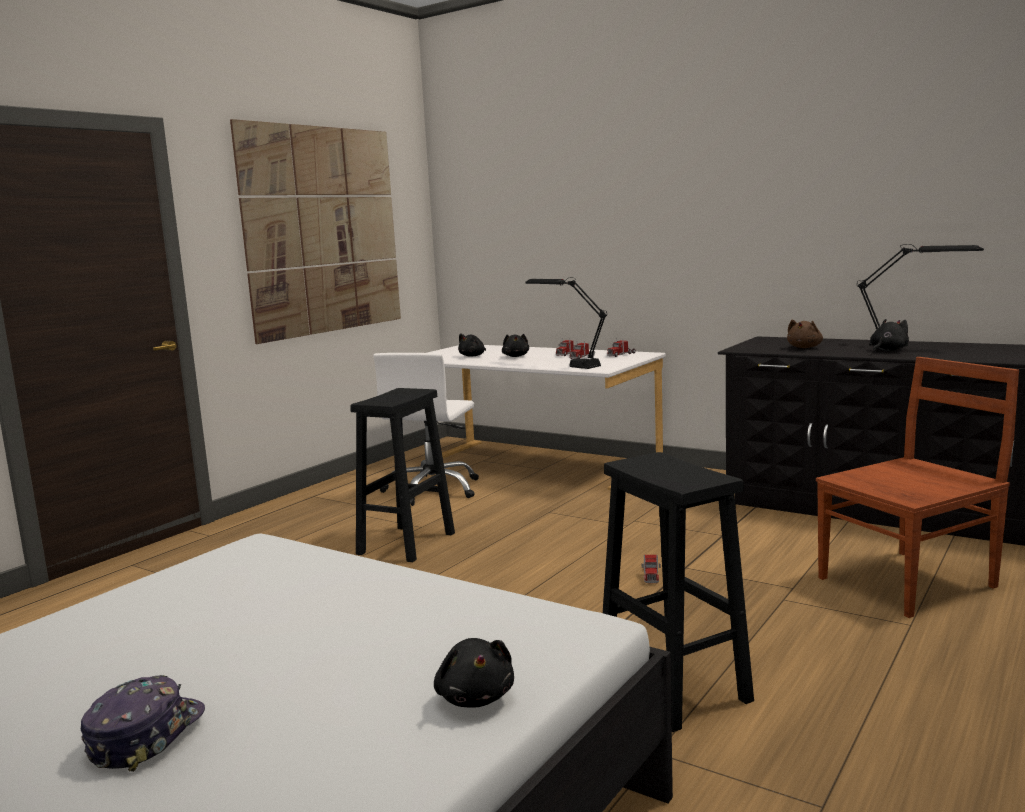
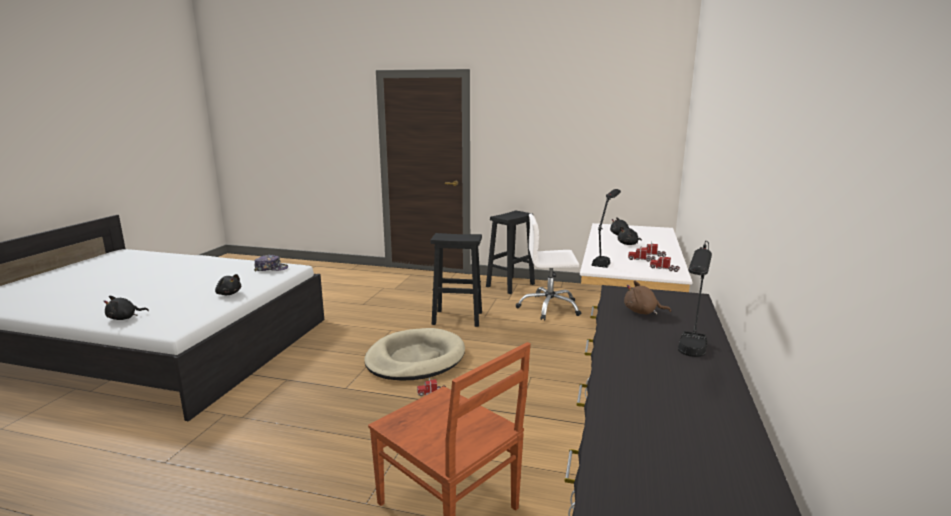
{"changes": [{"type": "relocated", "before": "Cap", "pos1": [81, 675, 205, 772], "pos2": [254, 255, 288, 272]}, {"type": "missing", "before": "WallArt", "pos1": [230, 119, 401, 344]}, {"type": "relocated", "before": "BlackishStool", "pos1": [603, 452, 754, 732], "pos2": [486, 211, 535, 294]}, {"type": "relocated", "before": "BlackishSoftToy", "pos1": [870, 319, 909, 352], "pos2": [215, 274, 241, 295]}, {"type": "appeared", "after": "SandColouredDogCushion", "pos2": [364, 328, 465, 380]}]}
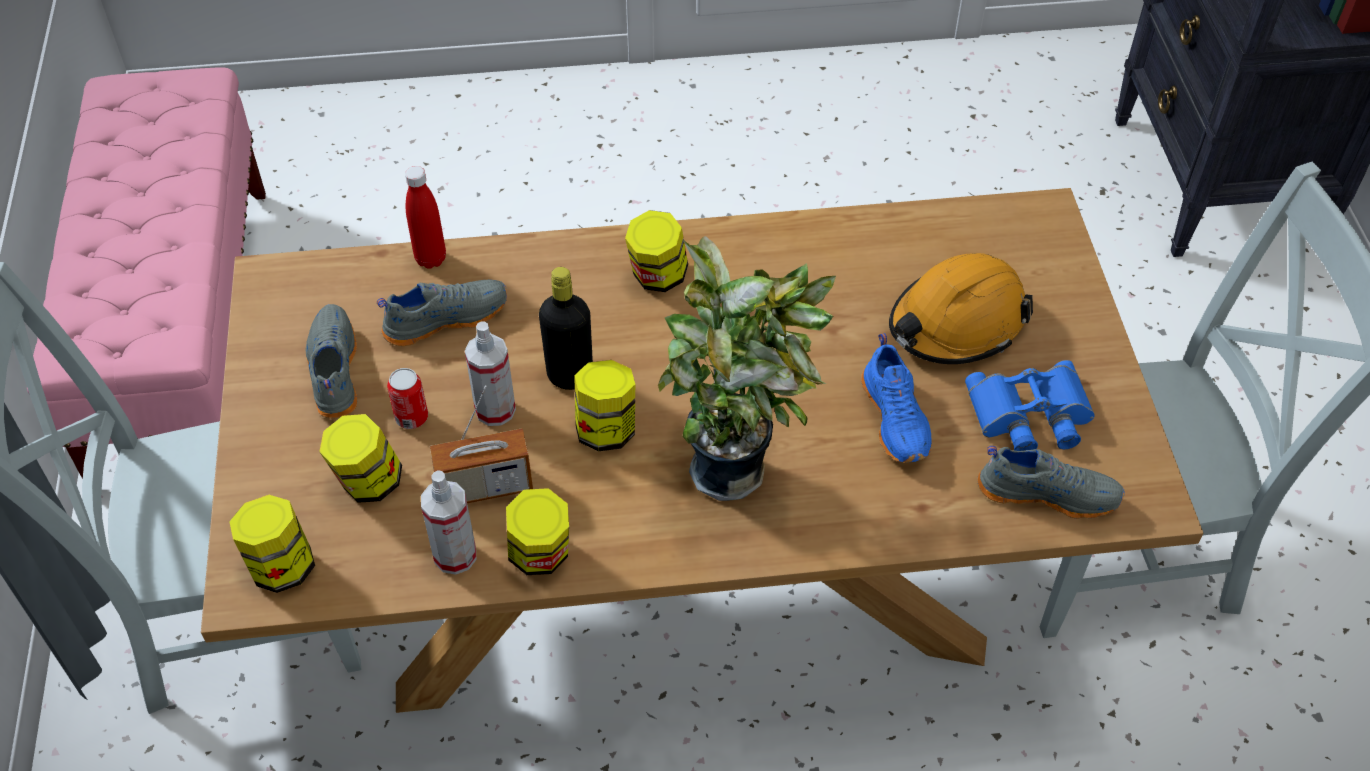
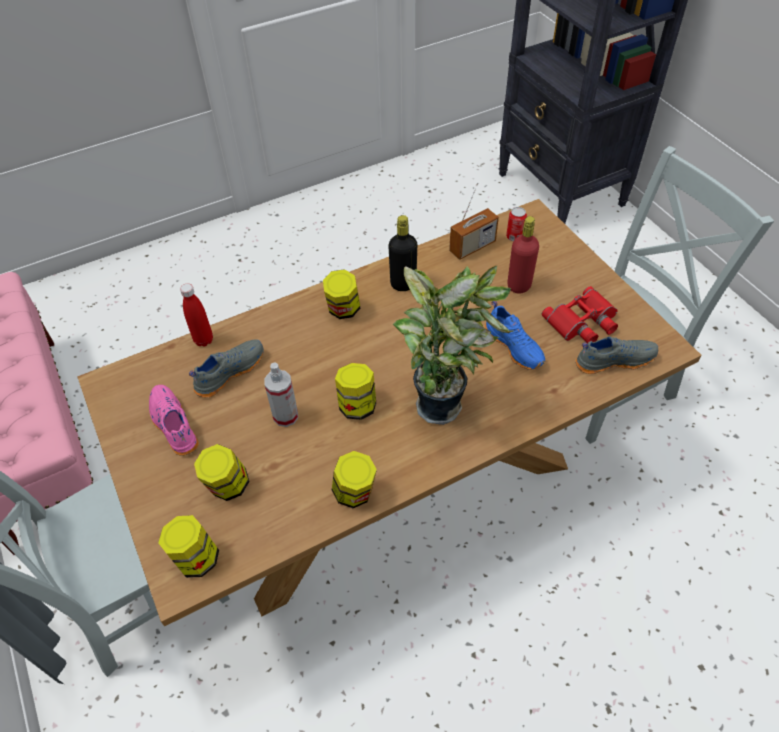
{"changes": [{"type": "colour", "before": "GrayItemOfFootwear", "after": "PinkItemOfFootwear", "pos1": [305, 304, 357, 419], "pos2": [149, 385, 199, 456]}, {"type": "relocated", "before": "MetalCan", "pos1": [387, 368, 428, 429], "pos2": [506, 207, 527, 241]}, {"type": "missing", "before": "SprayBottle", "pos1": [421, 470, 476, 575]}, {"type": "relocated", "before": "Radio", "pos1": [430, 385, 533, 503], "pos2": [449, 183, 499, 260]}, {"type": "relocated", "before": "BlackishDrinkBottle", "pos1": [539, 267, 593, 390], "pos2": [389, 215, 417, 291]}, {"type": "exchanged", "before": "OrangeyHardHat", "after": "ReddishDrinkBottle", "pos1": [889, 253, 1033, 364], "pos2": [507, 216, 539, 294]}, {"type": "colour", "before": "BluishFieldGlasses", "after": "ReddishFieldGlasses", "pos1": [965, 360, 1095, 451], "pos2": [542, 286, 618, 343]}]}
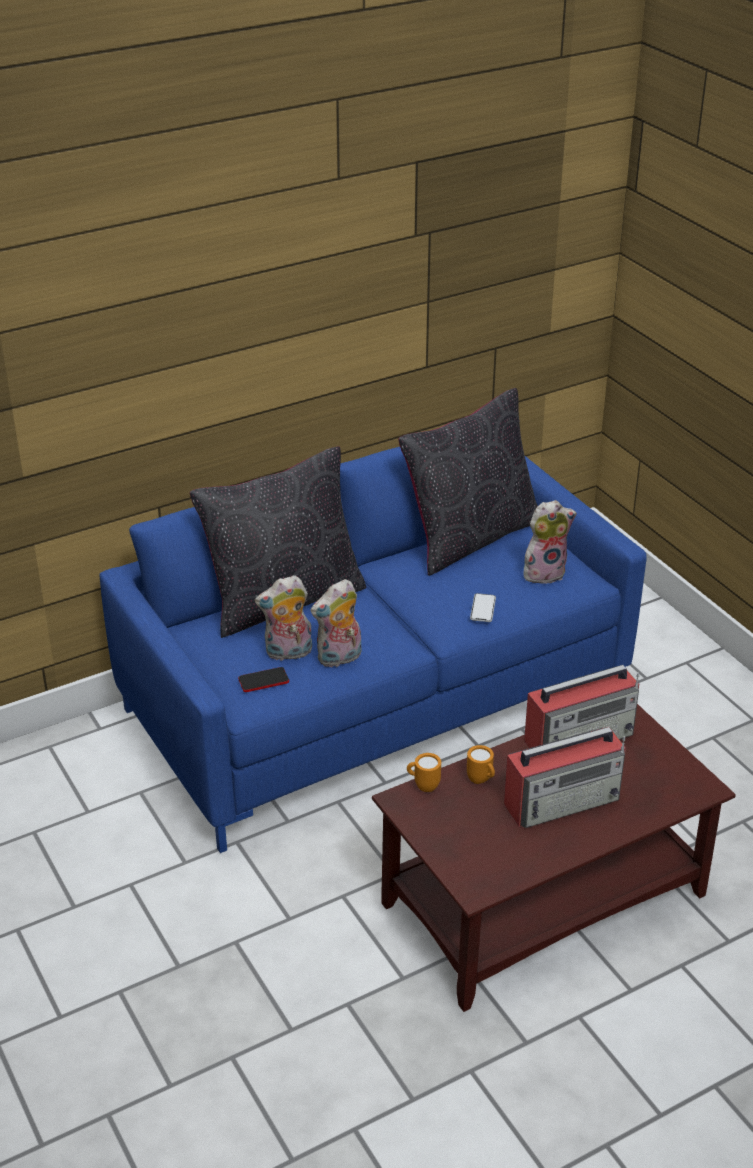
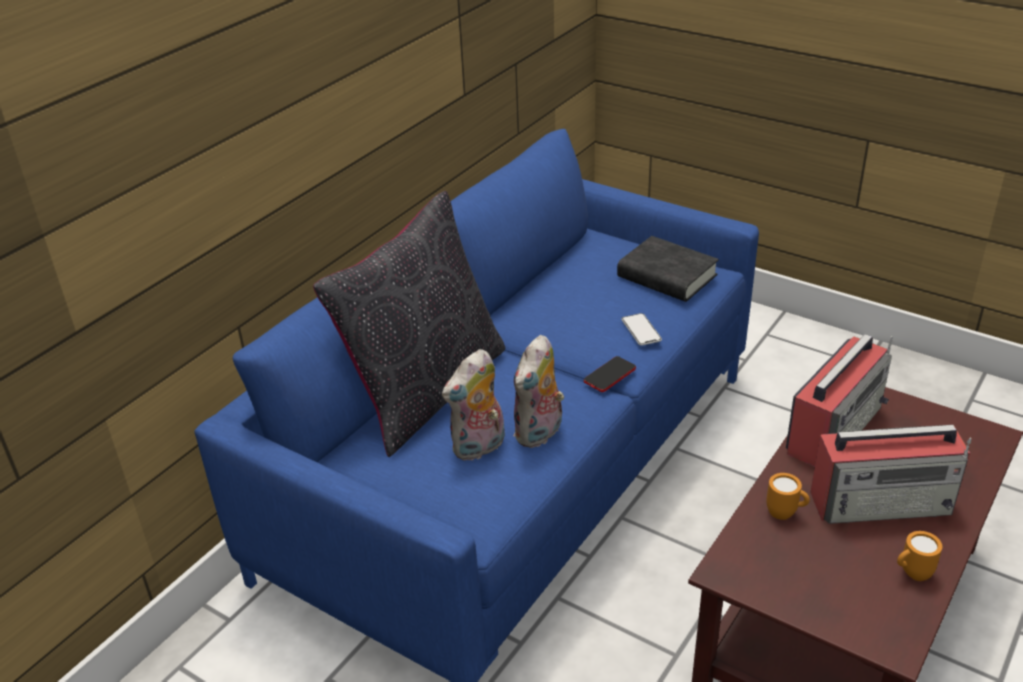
{"changes": [{"type": "relocated", "before": "Handset", "pos1": [238, 667, 289, 692], "pos2": [584, 356, 636, 392]}, {"type": "missing", "before": "BlackishPillow", "pos1": [398, 388, 538, 576]}, {"type": "relocated", "before": "OrangeyMug", "pos1": [407, 753, 441, 792], "pos2": [897, 531, 942, 581]}, {"type": "spun", "before": "Radio", "pos1": [504, 727, 626, 828], "pos2": [810, 425, 971, 524], "turn": 45}, {"type": "exchanged", "before": "SoftToy", "after": "BlackishVolume", "pos1": [524, 500, 577, 584], "pos2": [617, 236, 719, 302]}]}
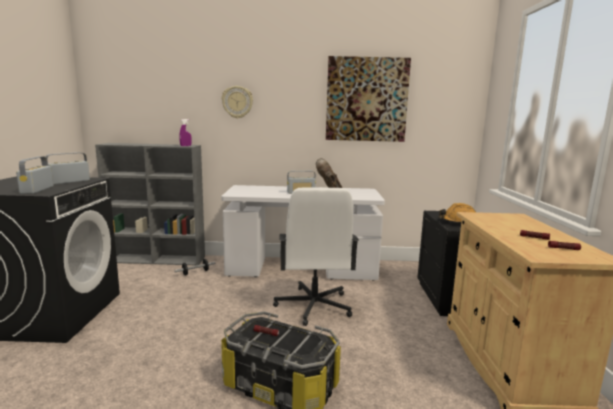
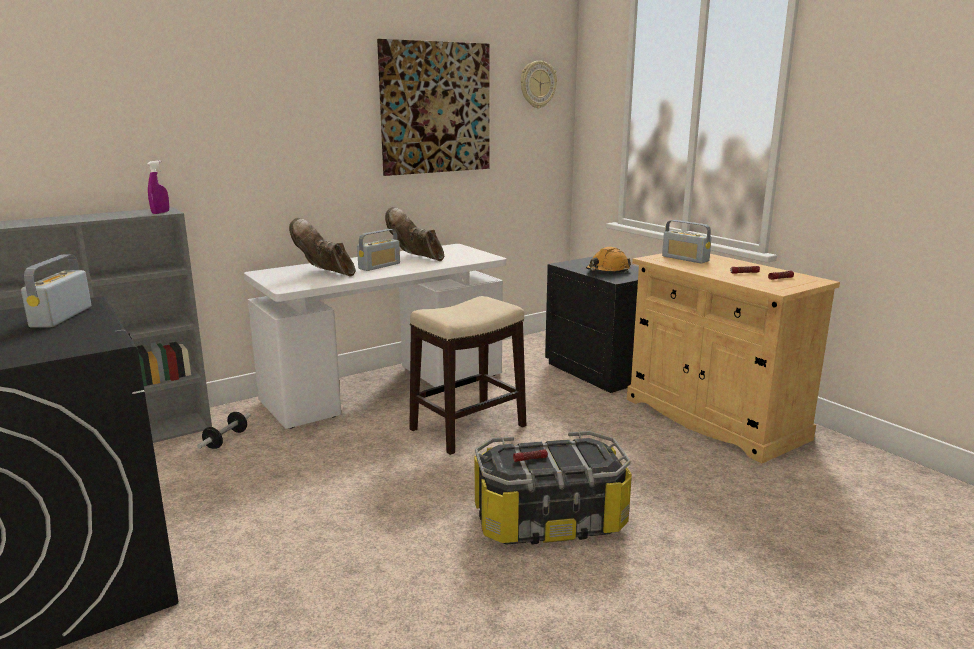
{"changes": [{"type": "relocated", "before": "Radio", "pos1": [16, 156, 53, 194], "pos2": [662, 220, 712, 263]}, {"type": "relocated", "before": "ClockOnTheWall", "pos1": [222, 86, 253, 118], "pos2": [520, 61, 557, 108]}, {"type": "exchanged", "before": "WhiteDeskChair", "after": "Stool", "pos1": [273, 187, 359, 326], "pos2": [409, 296, 526, 455]}, {"type": "appeared", "after": "BrownishHighTopBoot", "pos2": [289, 218, 355, 277]}]}
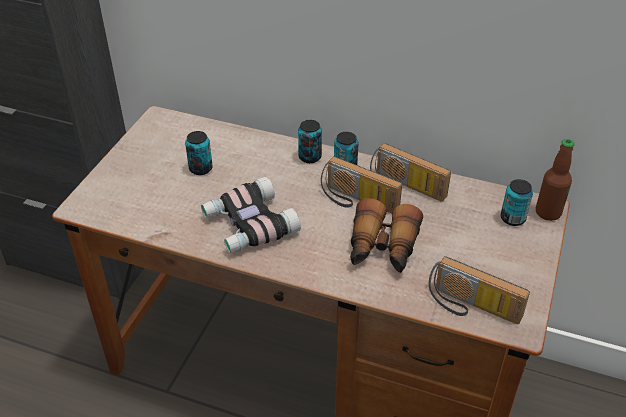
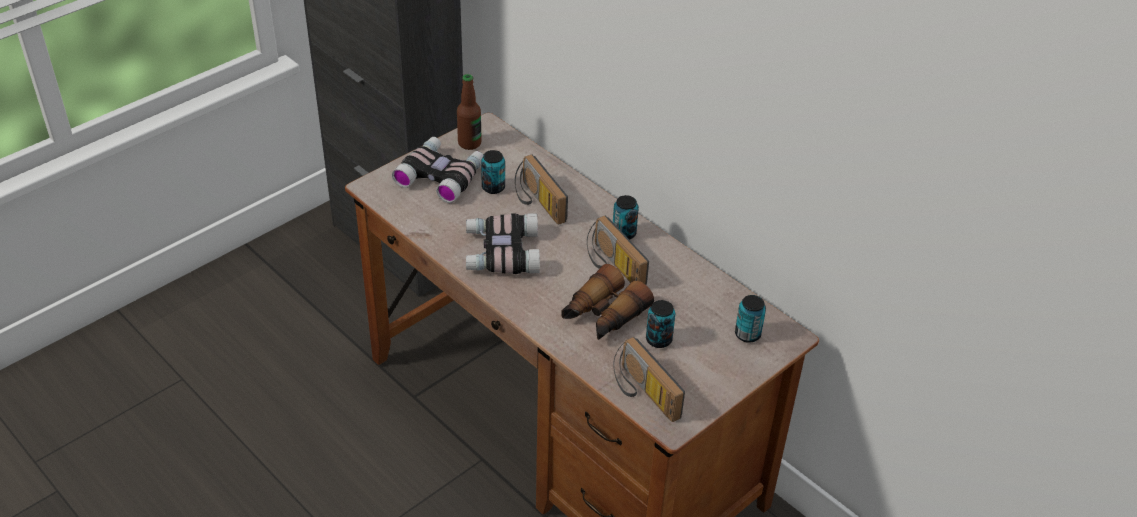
{"changes": [{"type": "relocated", "before": "MetalCan", "pos1": [298, 120, 322, 163], "pos2": [646, 300, 675, 348]}, {"type": "relocated", "before": "Radio", "pos1": [370, 143, 451, 202], "pos2": [515, 154, 568, 225]}, {"type": "relocated", "before": "DrinkBottle", "pos1": [536, 139, 575, 221], "pos2": [457, 74, 482, 150]}, {"type": "appeared", "after": "FieldGlasses", "pos2": [392, 137, 483, 203]}]}
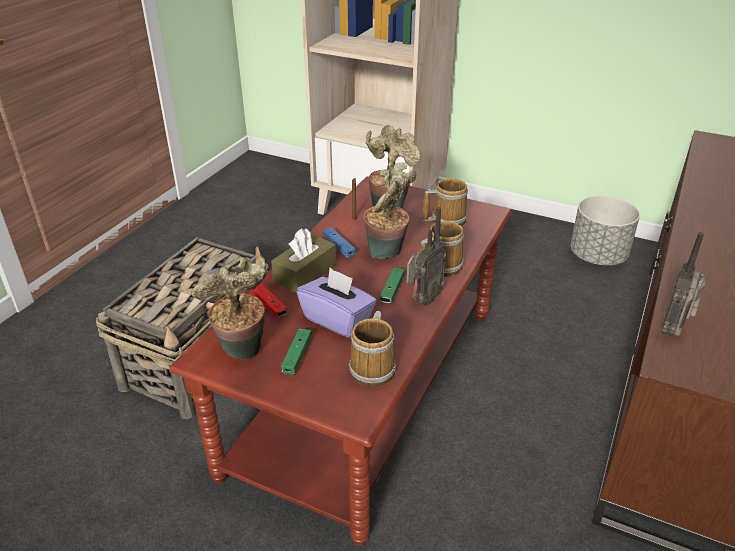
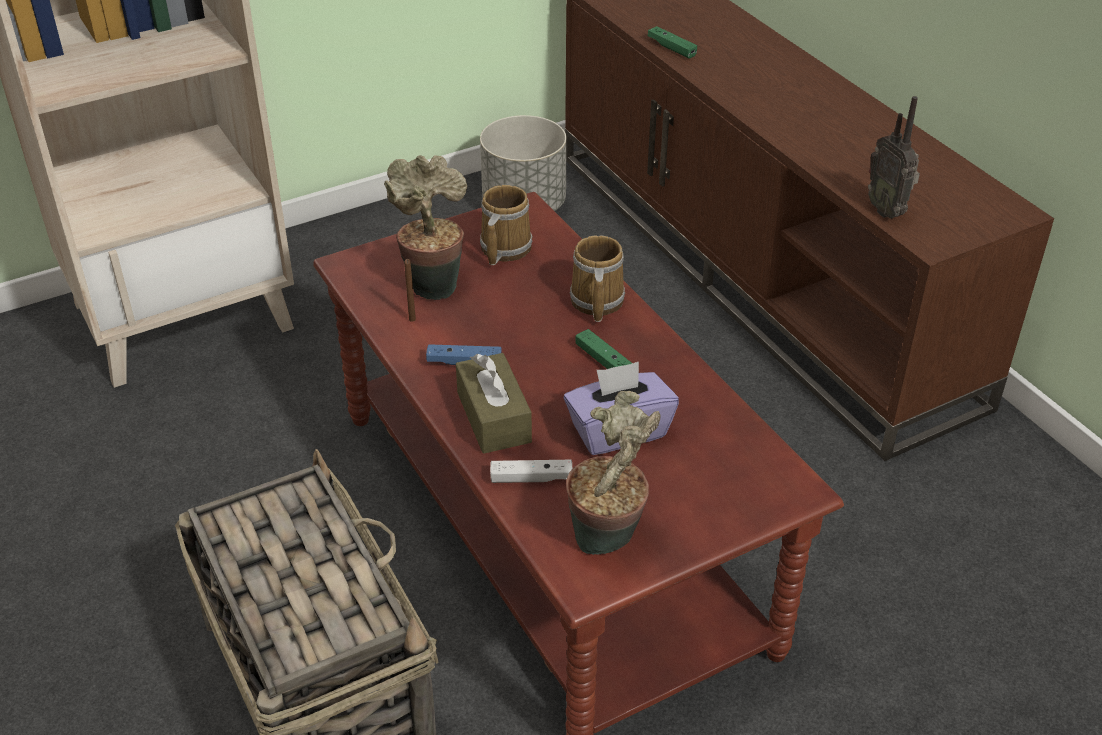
{"changes": [{"type": "colour", "before": "ReddishGamepad", "after": "WhiteGamepad", "pos1": [251, 283, 287, 317], "pos2": [490, 460, 572, 483]}, {"type": "relocated", "before": "GreenishGamepad", "pos1": [281, 328, 312, 375], "pos2": [648, 26, 697, 59]}, {"type": "missing", "before": "Mug", "pos1": [349, 311, 396, 387]}, {"type": "missing", "before": "Houseplant", "pos1": [364, 162, 416, 259]}, {"type": "missing", "before": "Radio", "pos1": [406, 207, 447, 305]}]}
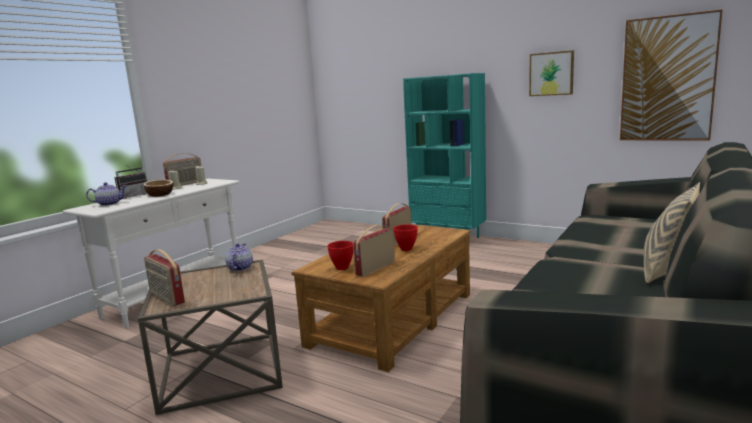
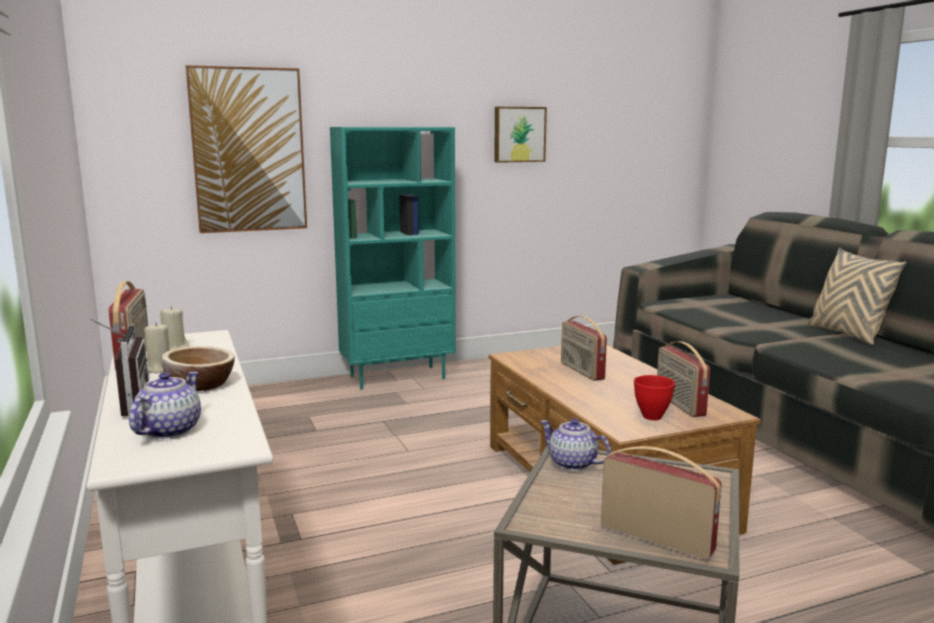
{"changes": [{"type": "spun", "before": "Radio", "pos1": [144, 249, 185, 306], "pos2": [601, 446, 722, 560], "turn": -135}, {"type": "missing", "before": "ReddishBowl", "pos1": [393, 224, 418, 251]}, {"type": "relocated", "before": "WallArt", "pos1": [620, 10, 722, 140], "pos2": [186, 65, 307, 233]}]}
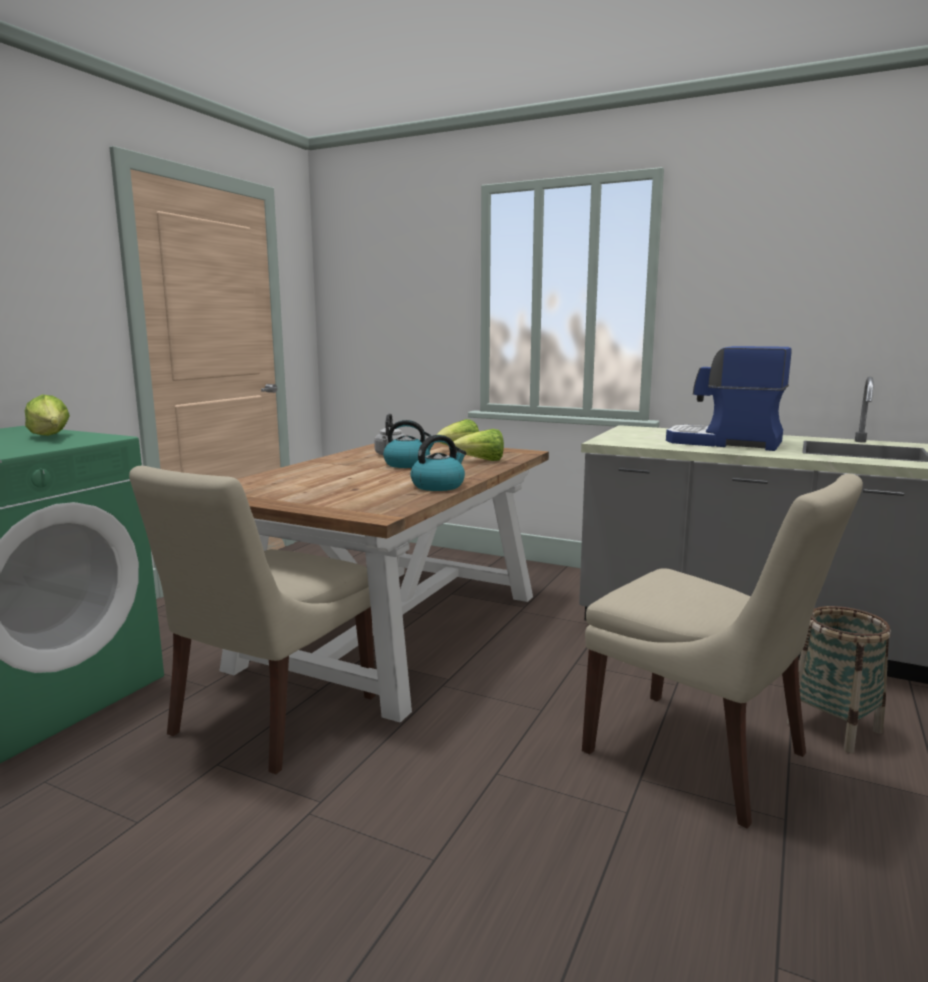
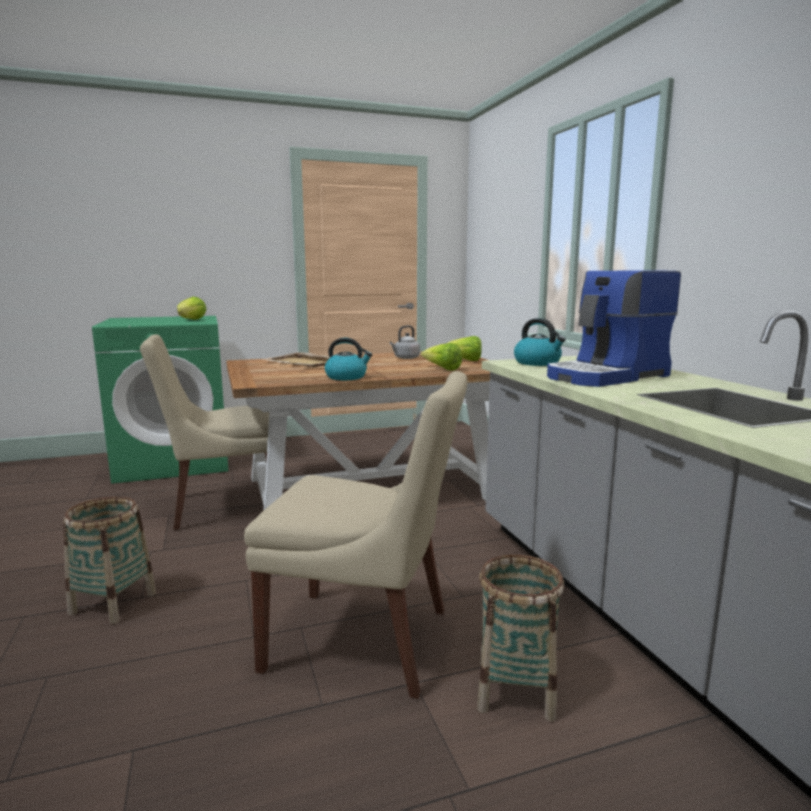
{"changes": [{"type": "relocated", "before": "TeaKettle", "pos1": [383, 420, 434, 468], "pos2": [514, 318, 566, 366]}, {"type": "spun", "before": "SandColouredPlainChair", "pos1": [582, 474, 863, 829], "pos2": [244, 371, 468, 699], "turn": -75}, {"type": "spun", "before": "CoffeeBrewer", "pos1": [666, 346, 792, 451], "pos2": [547, 271, 681, 387], "turn": -105}, {"type": "appeared", "after": "Basket", "pos2": [63, 496, 156, 624]}, {"type": "appeared", "after": "SandColouredCarryingTray", "pos2": [265, 352, 330, 367]}]}
